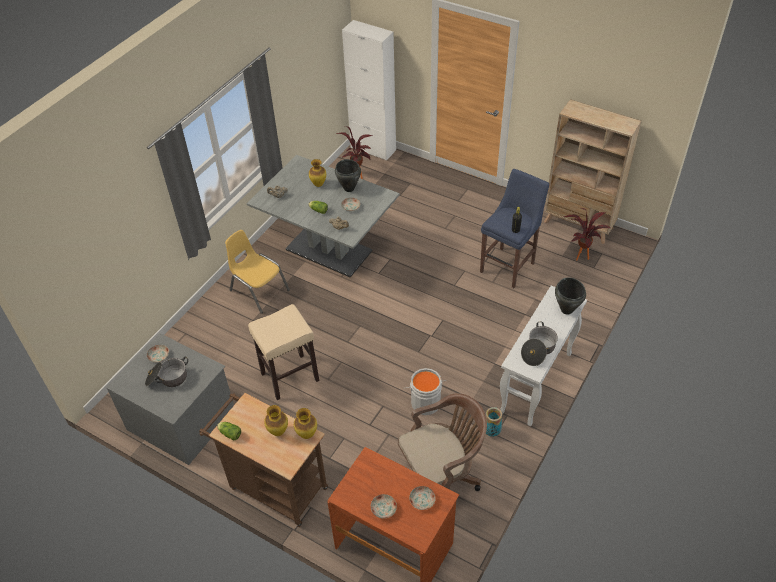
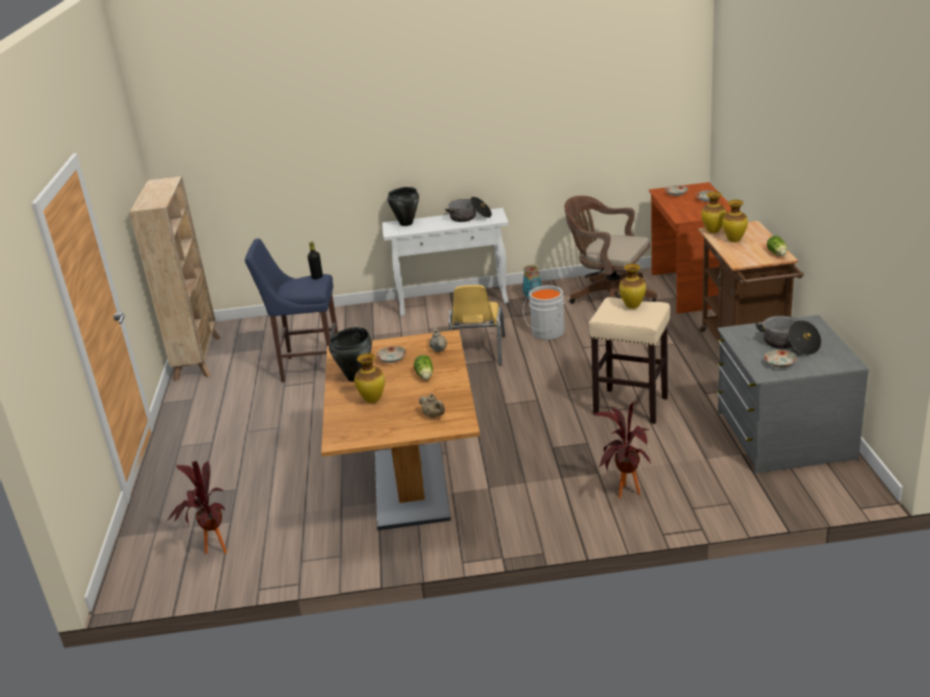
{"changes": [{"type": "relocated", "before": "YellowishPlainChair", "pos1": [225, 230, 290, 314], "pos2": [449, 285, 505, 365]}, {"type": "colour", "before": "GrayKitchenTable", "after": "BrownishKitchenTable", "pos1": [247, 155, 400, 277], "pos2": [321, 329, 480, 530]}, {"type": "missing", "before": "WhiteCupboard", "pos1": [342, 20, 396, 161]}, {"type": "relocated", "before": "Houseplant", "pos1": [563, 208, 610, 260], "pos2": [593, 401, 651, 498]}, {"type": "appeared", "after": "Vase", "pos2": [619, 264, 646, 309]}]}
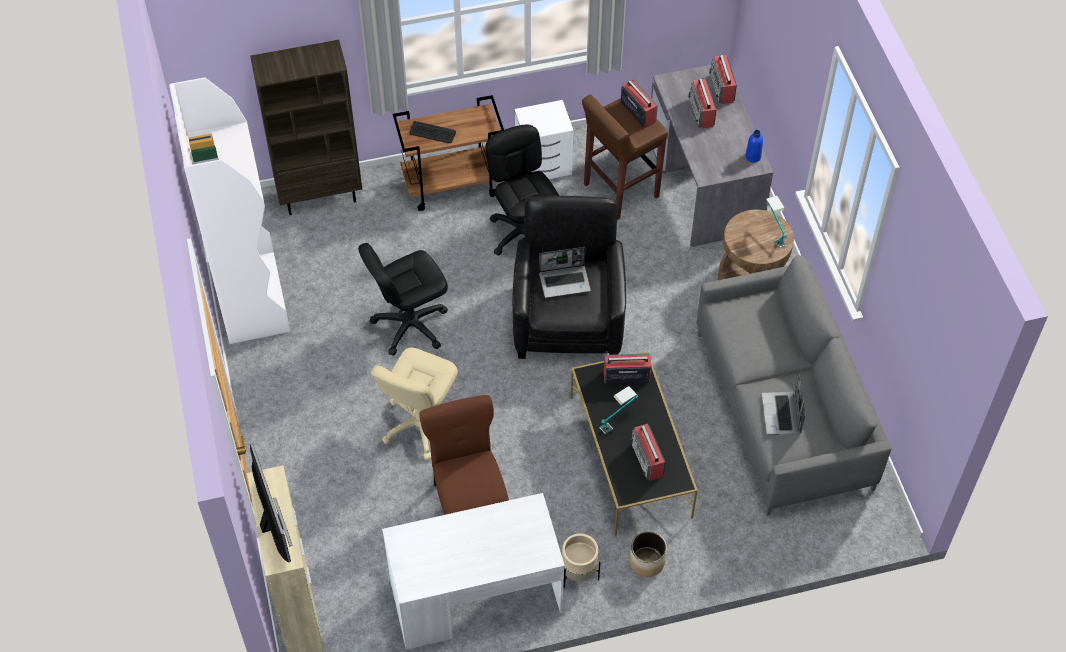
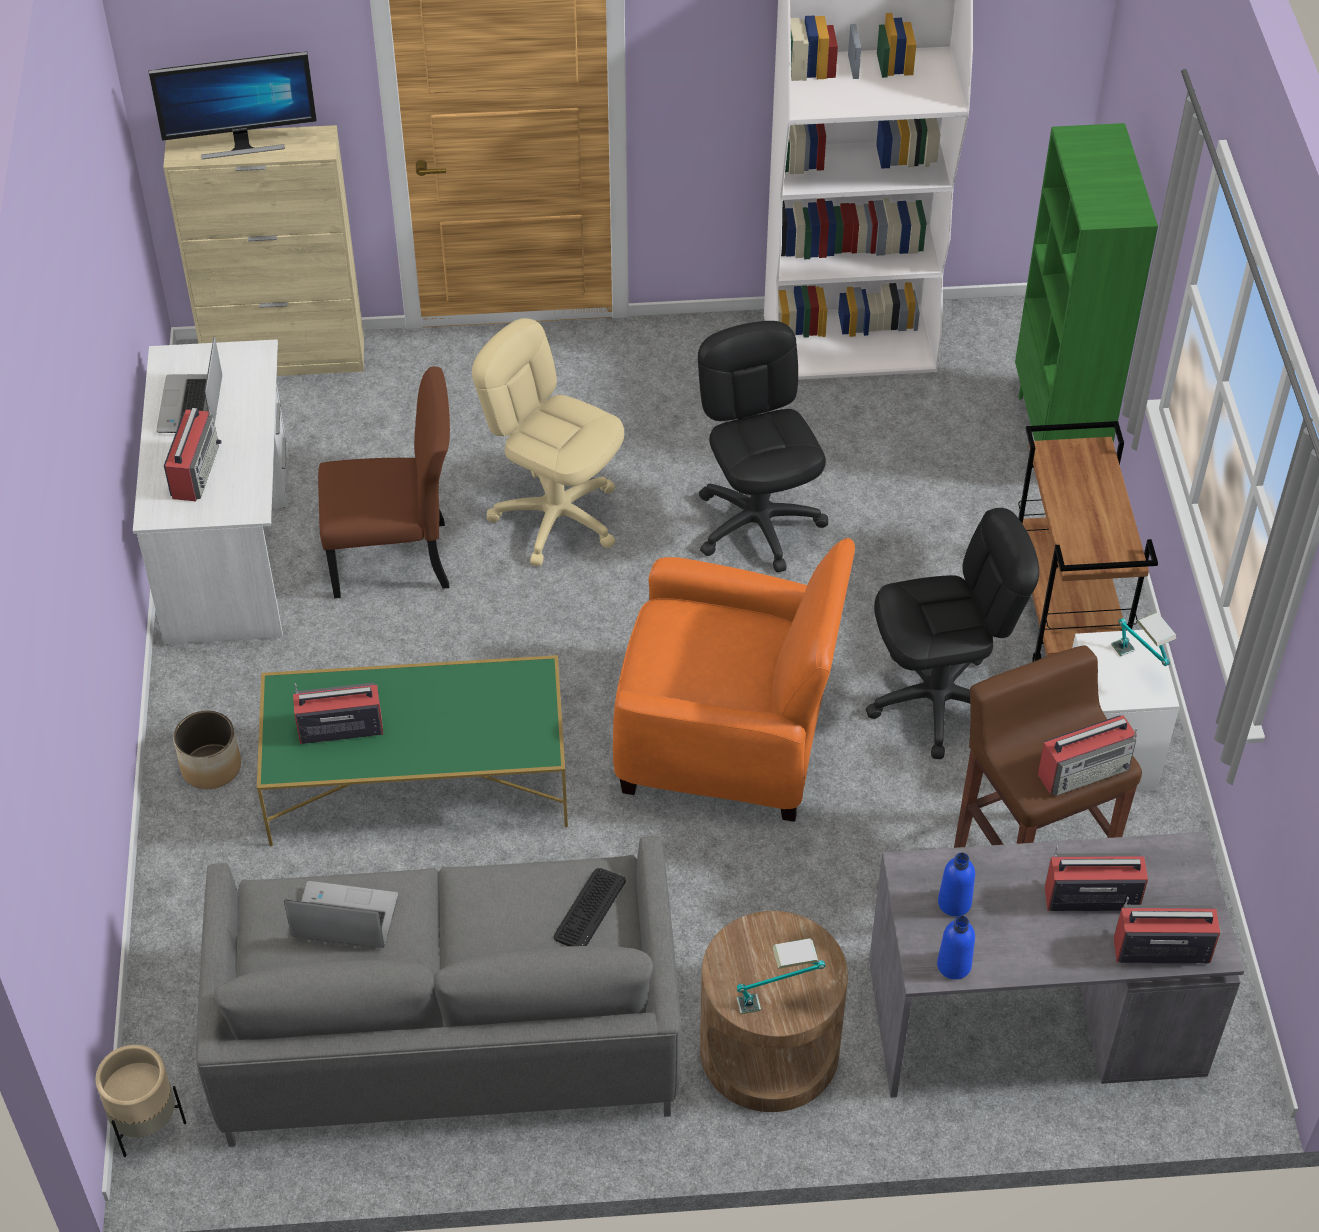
{"changes": [{"type": "colour", "before": "BrownishShelvingUnit", "after": "GreenishShelvingUnit", "pos1": [250, 40, 362, 215], "pos2": [1015, 123, 1158, 443]}, {"type": "relocated", "before": "ComputerKeyboard", "pos1": [409, 121, 456, 143], "pos2": [554, 868, 626, 946]}, {"type": "colour", "before": "BlackishLoungeChair", "after": "OrangeyLoungeChair", "pos1": [512, 196, 626, 359], "pos2": [613, 538, 855, 822]}, {"type": "relocated", "before": "NotebookComputer", "pos1": [539, 247, 591, 298], "pos2": [156, 336, 222, 433]}, {"type": "relocated", "before": "SandColouredPlanter", "pos1": [562, 534, 600, 588], "pos2": [95, 1045, 186, 1157]}, {"type": "colour", "before": "BlackishLoungeTable", "after": "GreenishLoungeTable", "pos1": [571, 351, 698, 536], "pos2": [257, 655, 568, 846]}, {"type": "relocated", "before": "LampForATable", "pos1": [599, 386, 638, 434], "pos2": [1111, 612, 1177, 666]}, {"type": "relocated", "before": "Radio", "pos1": [604, 352, 652, 383], "pos2": [164, 405, 221, 501]}, {"type": "appeared", "after": "BluishDrinkBottle", "pos2": [938, 853, 975, 917]}]}
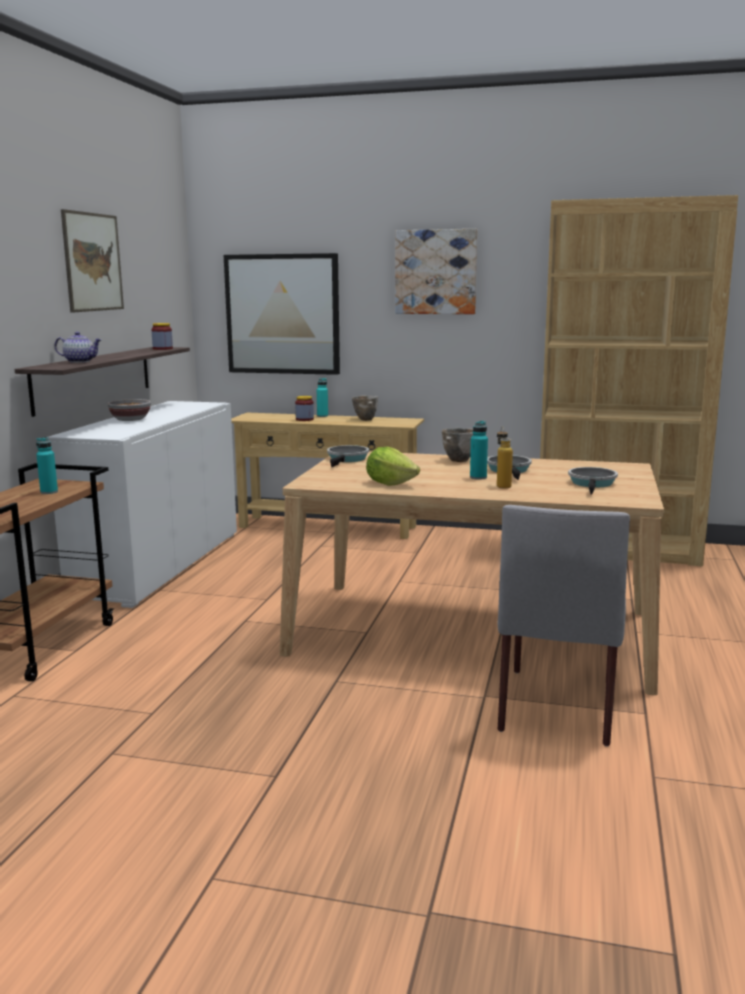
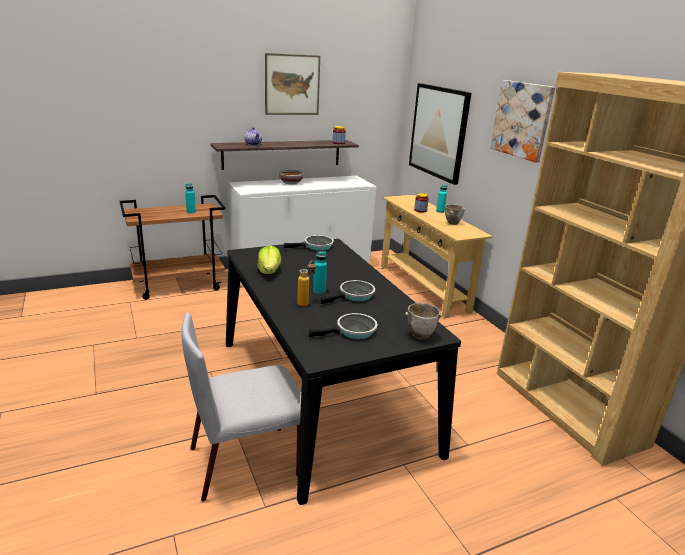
{"changes": [{"type": "colour", "before": "SandColouredKitchenTable", "after": "BlackishKitchenTable", "pos1": [279, 451, 664, 695], "pos2": [226, 239, 461, 505]}, {"type": "relocated", "before": "Bowl", "pos1": [442, 428, 473, 462], "pos2": [405, 303, 442, 340]}]}
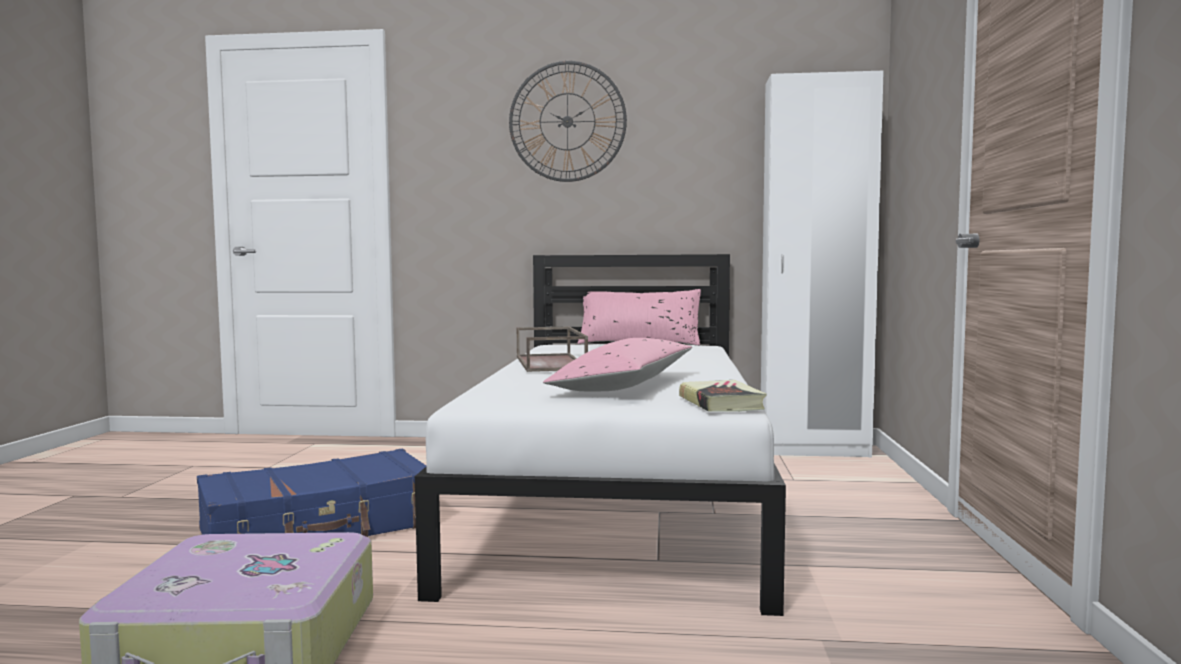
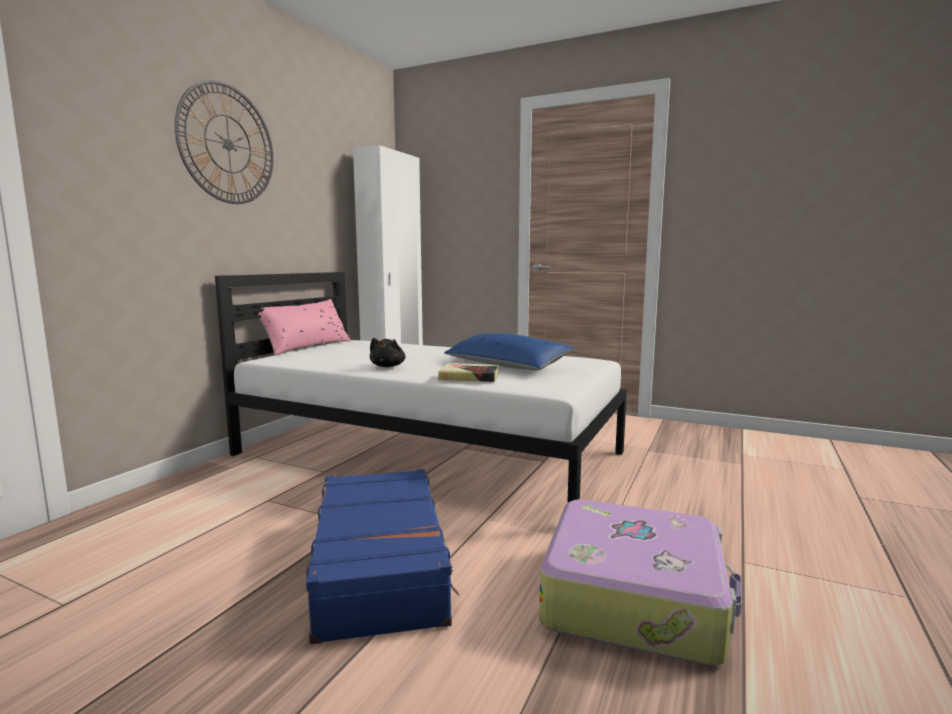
{"changes": [{"type": "exchanged", "before": "BrownishCarryingTray", "after": "BlackishSoftToy", "pos1": [517, 326, 588, 372], "pos2": [370, 338, 406, 367]}, {"type": "colour", "before": "PinkPillow", "after": "BluishPillow", "pos1": [543, 338, 692, 391], "pos2": [444, 333, 575, 370]}, {"type": "relocated", "before": "Volume", "pos1": [679, 380, 767, 412], "pos2": [438, 363, 499, 382]}]}
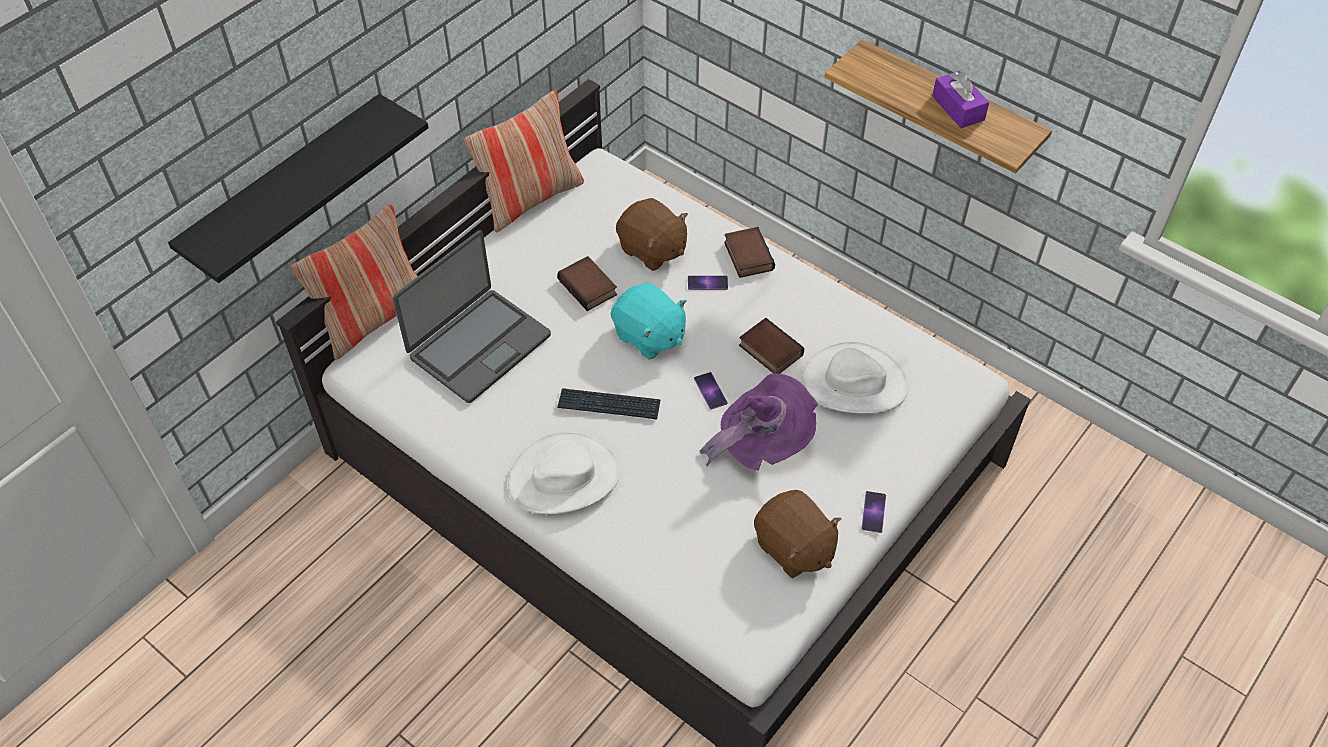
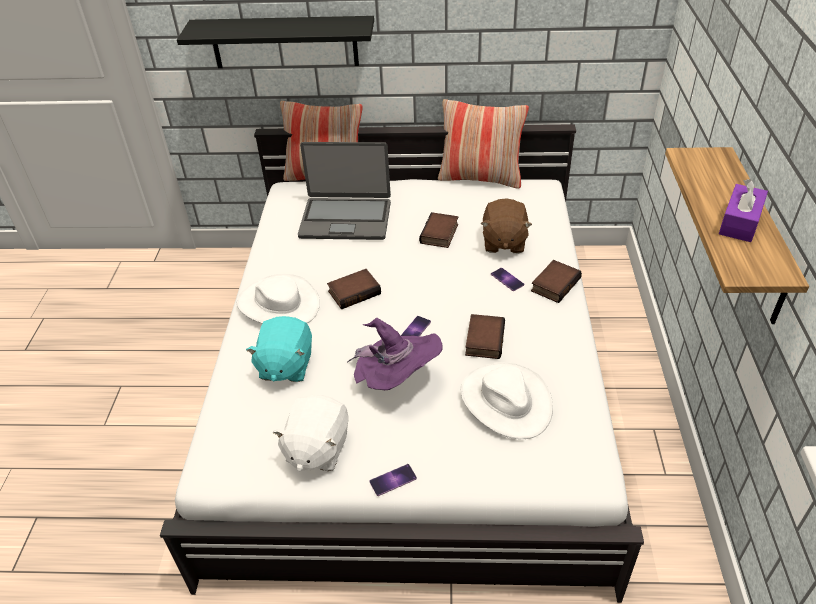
{"changes": [{"type": "exchanged", "before": "ComputerKeyboard", "after": "Volume", "pos1": [557, 388, 660, 420], "pos2": [327, 269, 381, 309]}, {"type": "relocated", "before": "BlueGreenSoftToy", "pos1": [611, 283, 687, 360], "pos2": [246, 316, 312, 382]}, {"type": "colour", "before": "BrownishSoftToy", "after": "WhiteSoftToy", "pos1": [754, 490, 842, 578], "pos2": [273, 394, 348, 472]}]}
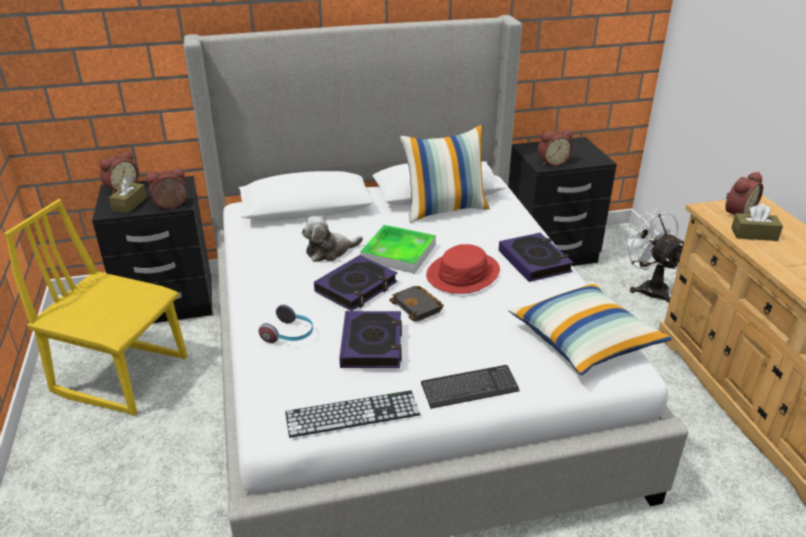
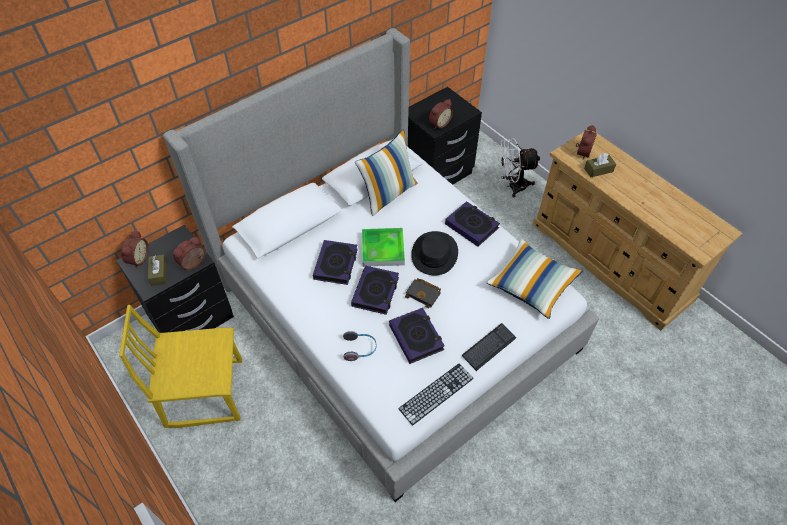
{"changes": [{"type": "exchanged", "before": "SoftToy", "after": "Volume", "pos1": [302, 216, 363, 262], "pos2": [313, 240, 358, 285]}, {"type": "colour", "before": "ReddishClothingHat", "after": "BlackishClothingHat", "pos1": [426, 244, 500, 294], "pos2": [411, 231, 458, 275]}, {"type": "spun", "before": "WhiteElectricFan", "pos1": [621, 208, 684, 302], "pos2": [498, 138, 540, 197], "turn": -45}]}
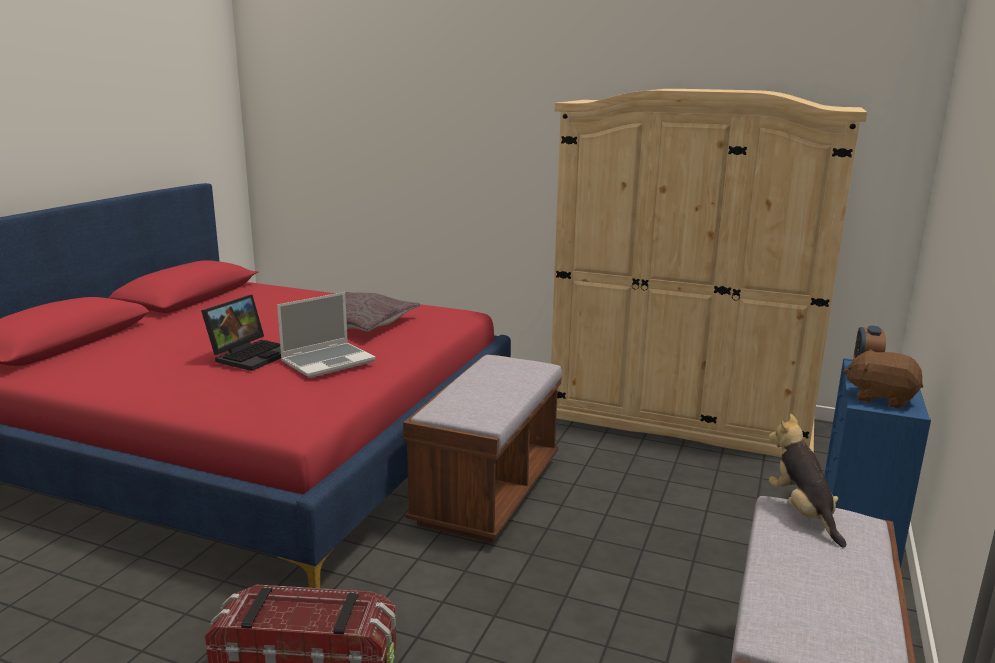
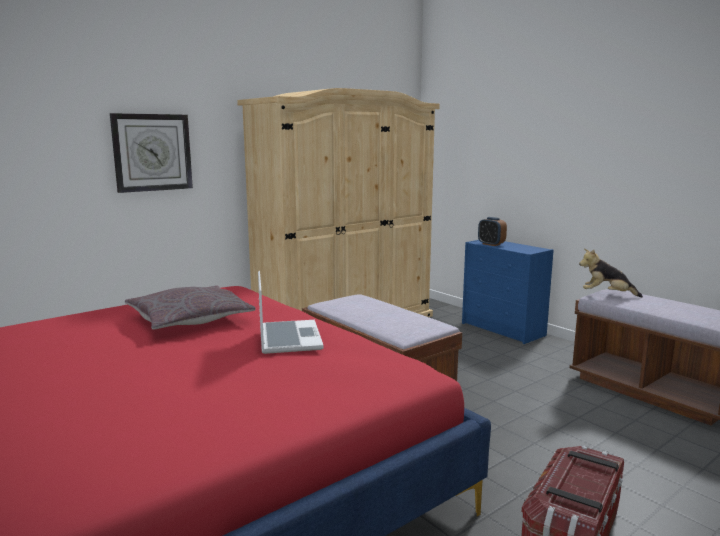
{"changes": [{"type": "missing", "before": "NotebookComputer", "pos1": [201, 295, 281, 371]}, {"type": "missing", "before": "BrownishSoftToy", "pos1": [843, 349, 923, 409]}, {"type": "appeared", "after": "ClockOnTheWall", "pos2": [110, 113, 193, 193]}]}
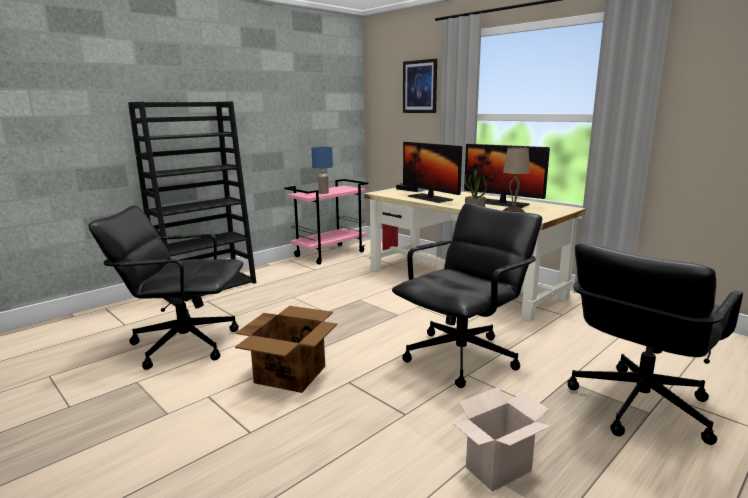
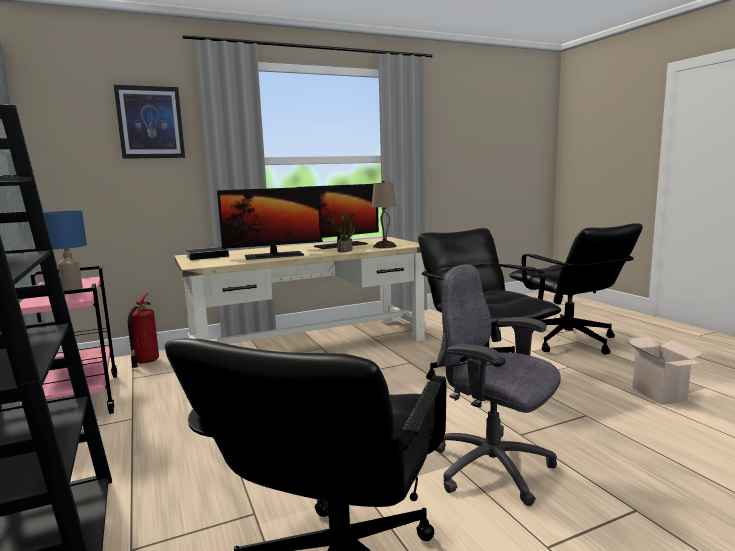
{"changes": [{"type": "exchanged", "before": "CardboardBox", "after": "GrayDeskChair", "pos1": [235, 306, 337, 393], "pos2": [436, 264, 561, 506]}]}
